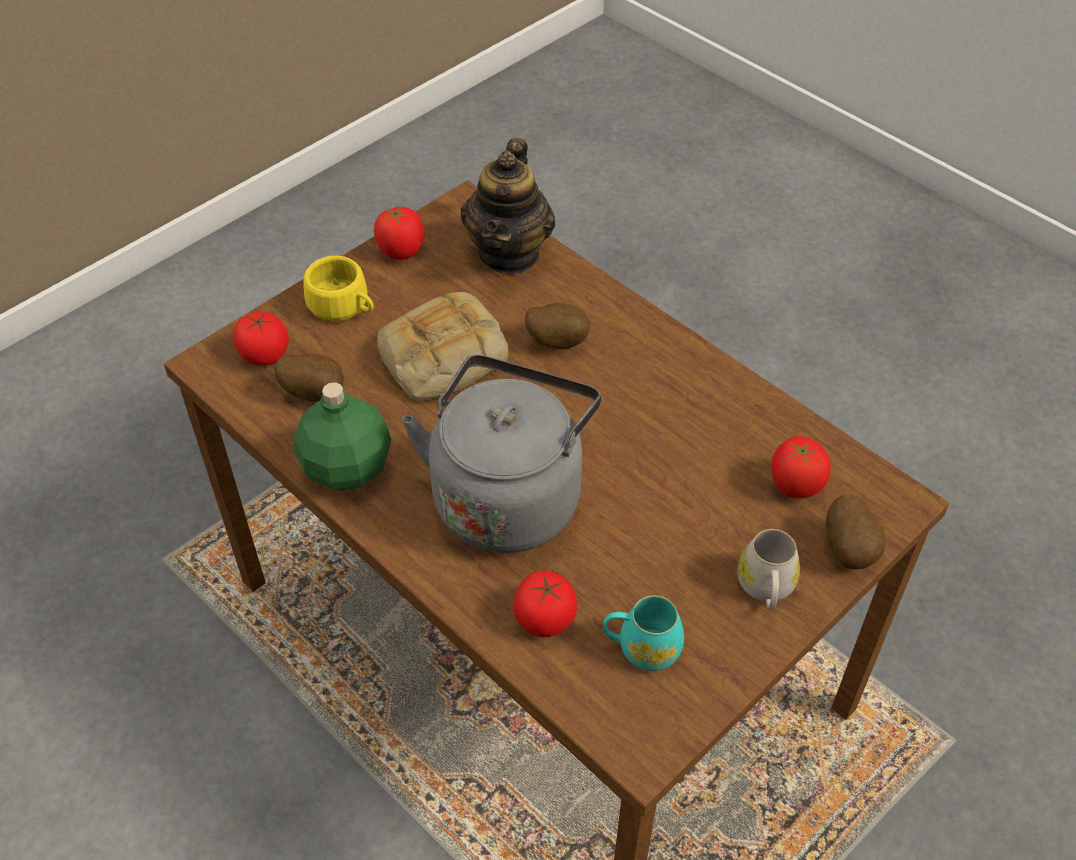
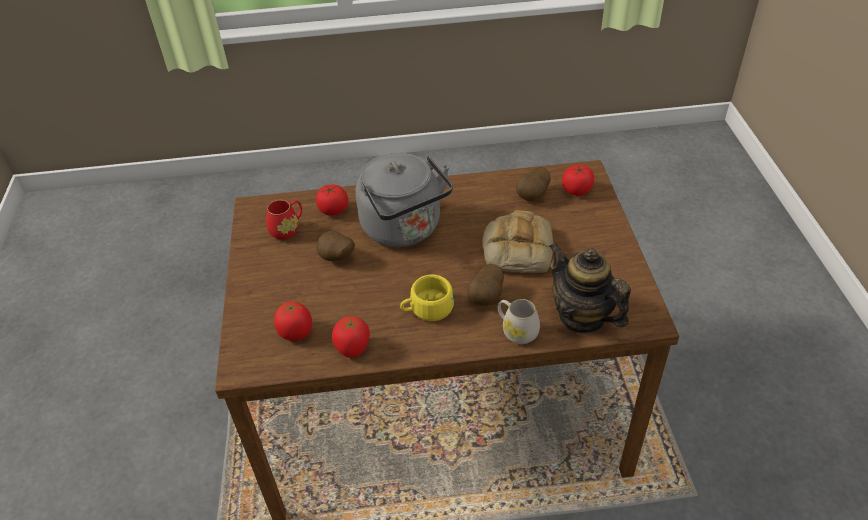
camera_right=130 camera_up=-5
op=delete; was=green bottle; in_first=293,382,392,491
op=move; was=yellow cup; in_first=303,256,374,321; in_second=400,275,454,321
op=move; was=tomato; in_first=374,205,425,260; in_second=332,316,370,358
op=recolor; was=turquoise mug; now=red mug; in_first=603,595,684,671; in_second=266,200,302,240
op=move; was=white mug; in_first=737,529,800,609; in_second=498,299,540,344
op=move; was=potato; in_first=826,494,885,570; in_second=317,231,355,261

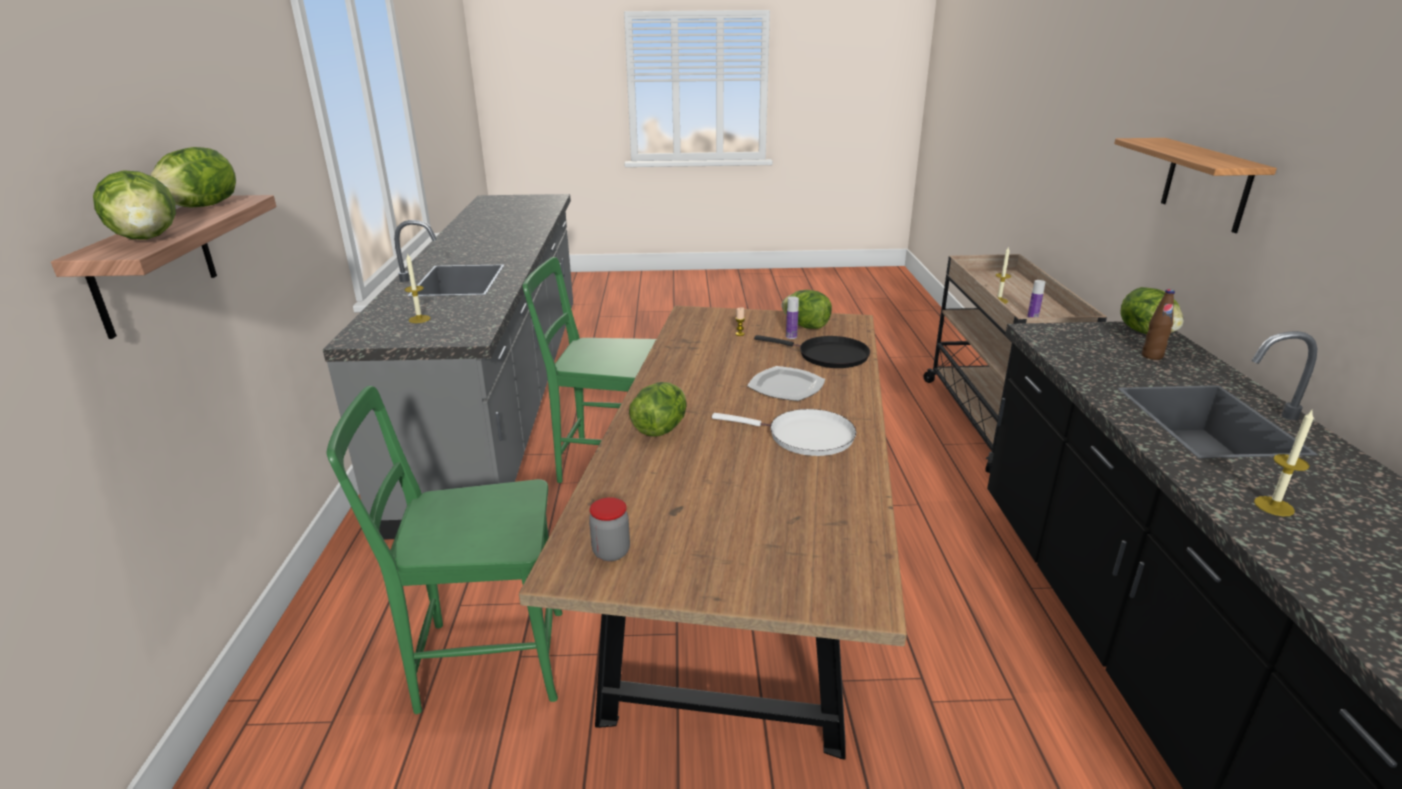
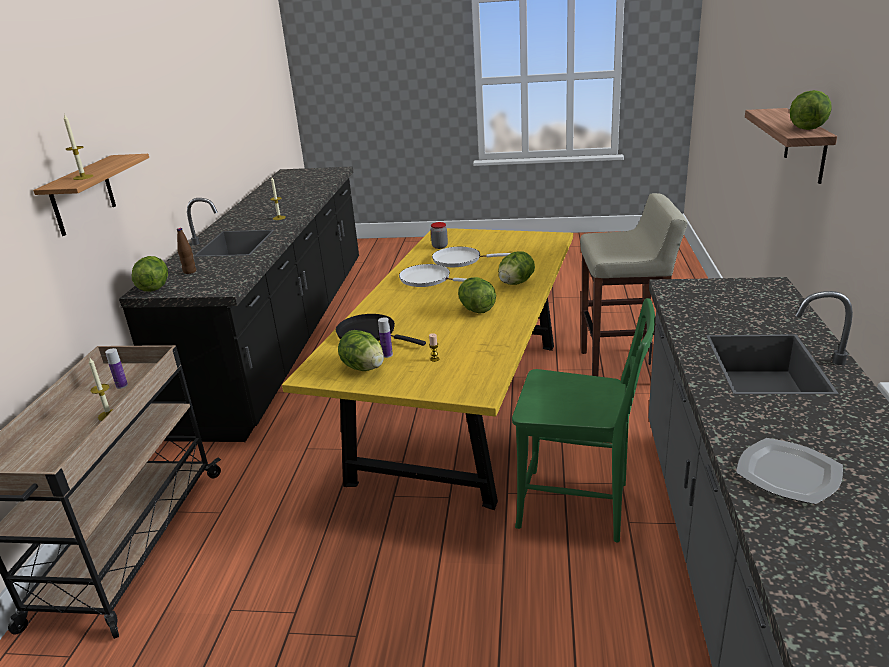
camera_right=-170 camera_up=0
op=move; was=lettuce; in_first=93,170,176,240; in_second=458,277,496,314
op=replace; was=green chair; now=beige stool; in_first=327,386,562,714; in_second=580,193,687,376
op=move; was=candle; in_first=405,254,431,323; in_second=64,114,93,180
op=recolor; was=brown dining table; now=yellow dining table; in_first=519,306,907,760; in_second=282,228,573,510
op=move; was=jar; in_first=589,497,630,561; in_second=431,222,448,249
op=move; was=plate; in_first=747,366,825,401; in_second=736,438,843,504
op=insert; now=white frying pan; in_second=432,247,511,267

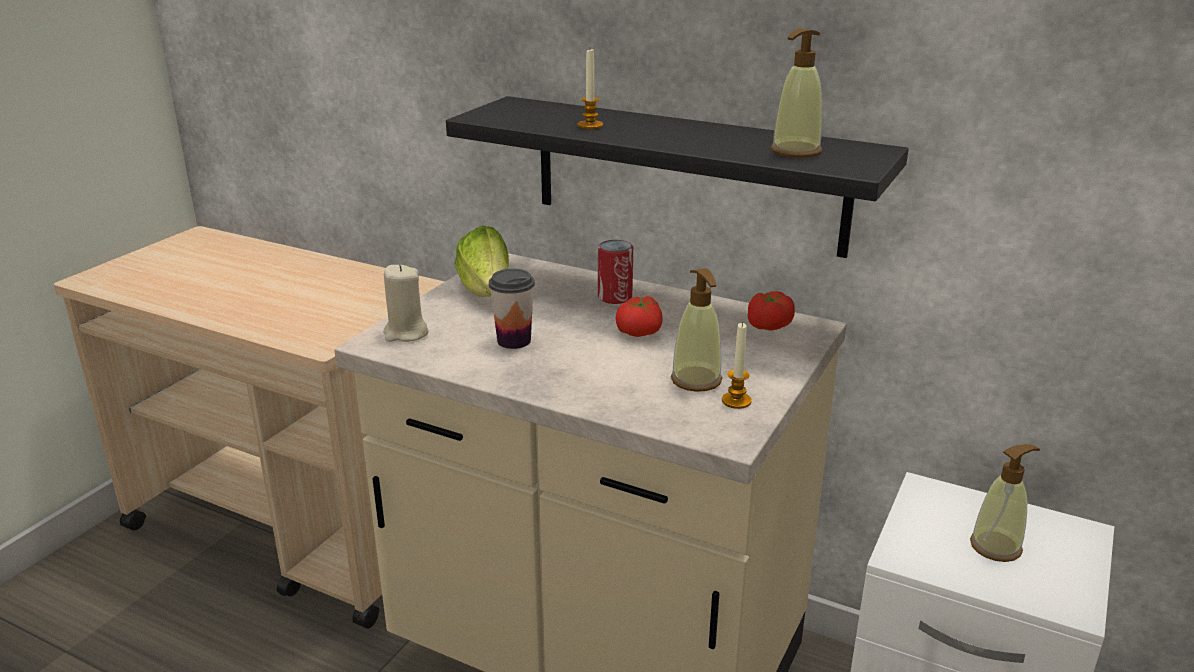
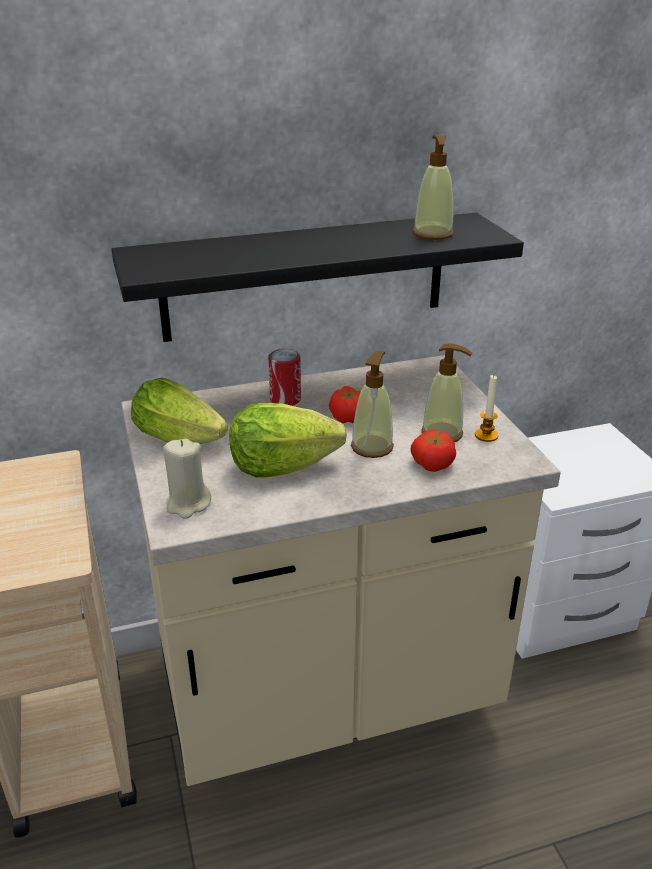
camera_right=-45 camera_up=5
op=replace; was=cup; now=lettuce; in_first=489,269,535,349; in_second=229,403,347,478
op=delete; was=candle; in_first=578,49,603,129
op=move; was=tomato; in_first=748,291,795,331; in_second=411,430,456,472
op=move; was=soap dispenser; in_first=970,444,1040,562; in_second=351,351,394,458

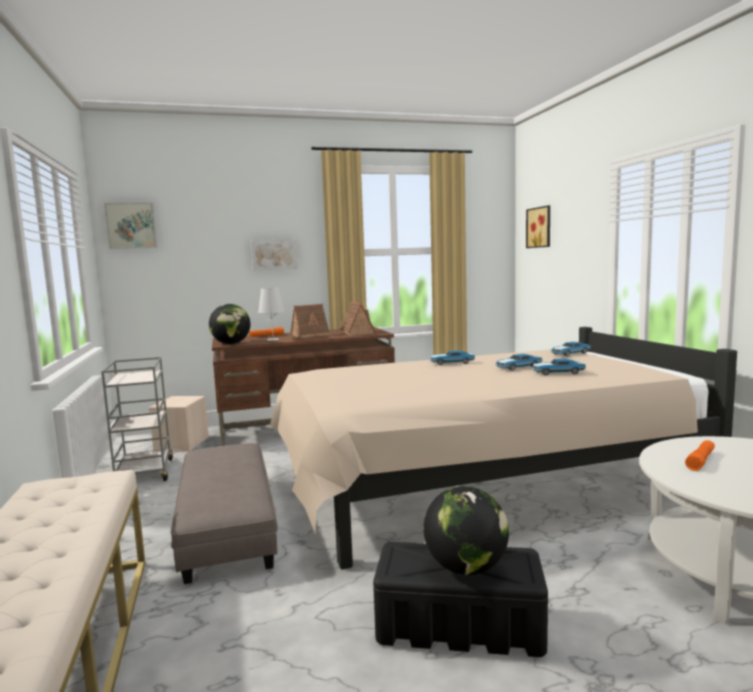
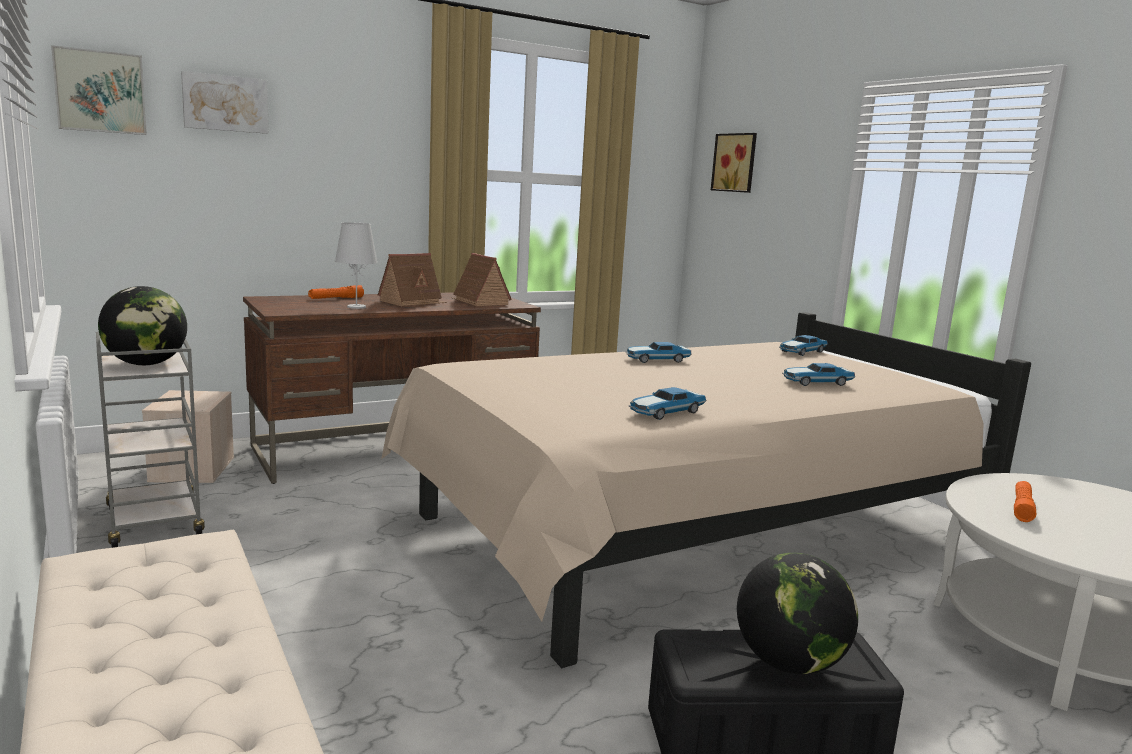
camera_right=-15 camera_up=5
op=delete; was=grey ottoman; in_first=171,443,278,584
op=move; was=globe; in_first=209,304,250,344; in_second=98,286,187,365
op=move; was=picture; in_first=251,239,298,270; in_second=181,71,269,134
op=move; was=toy car; in_first=495,354,543,371; in_second=628,387,706,420

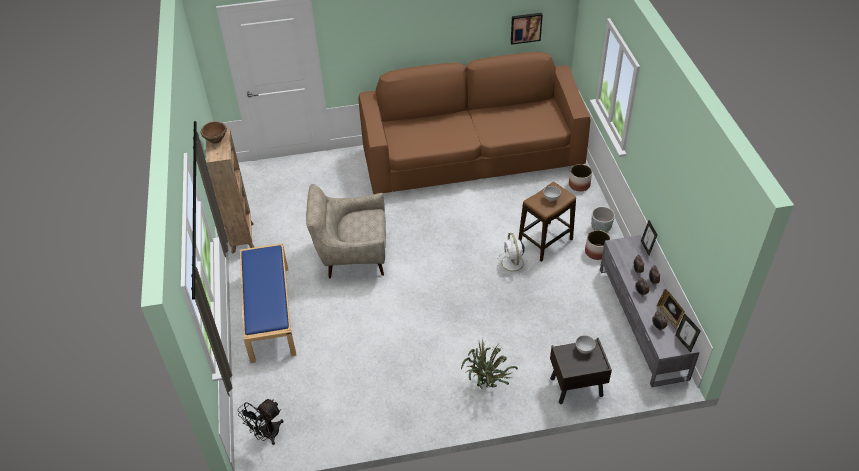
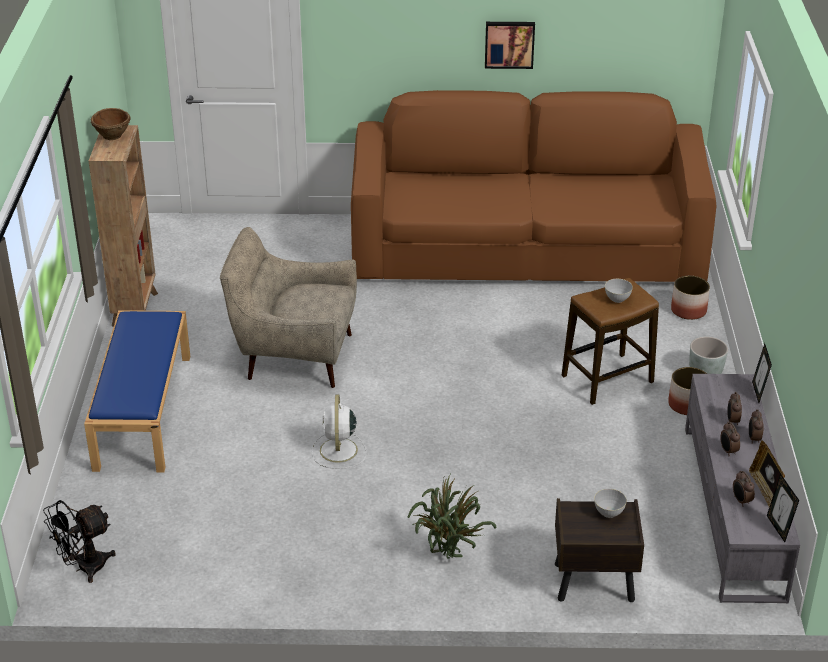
camera_right=10 camera_up=-10
op=move; was=white fan; in_first=497,233,530,276; in_second=312,394,366,469
op=move; was=picture; in_first=511,13,543,44; in_second=485,22,535,69

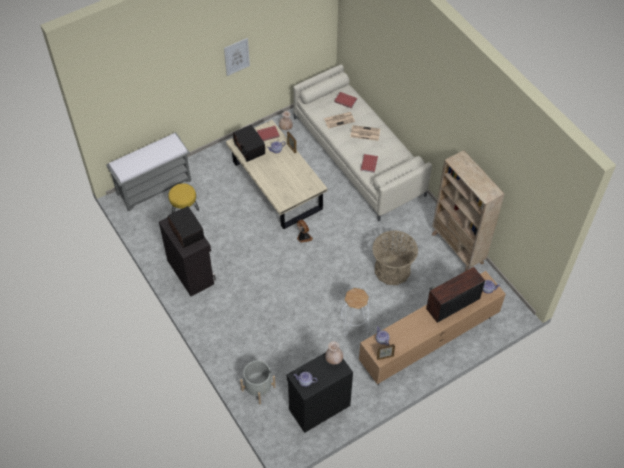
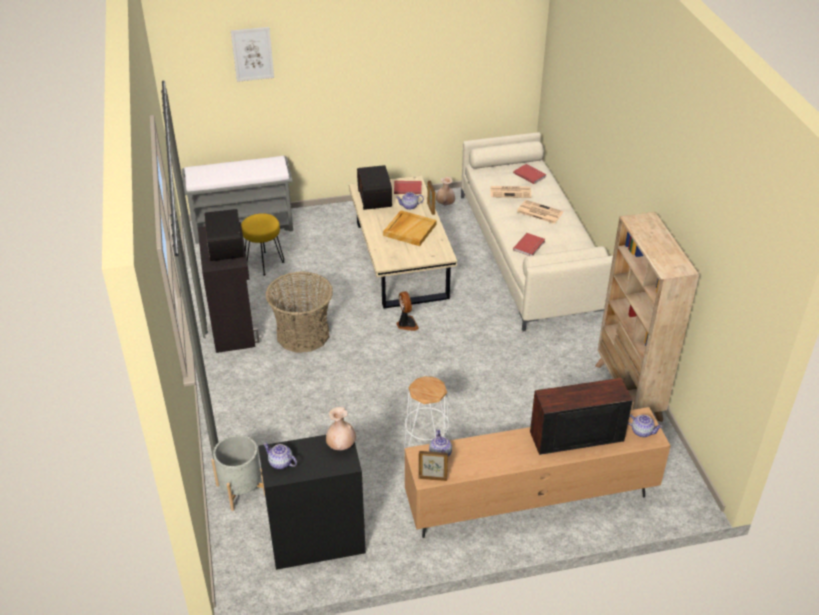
camera_right=20 camera_up=-15
op=move; was=picture; in_first=224,38,250,76; in_second=231,27,274,82
op=move; was=basket; in_first=372,231,418,285; in_second=266,271,333,353
op=insert; now=beige tray; in_second=383,210,437,246

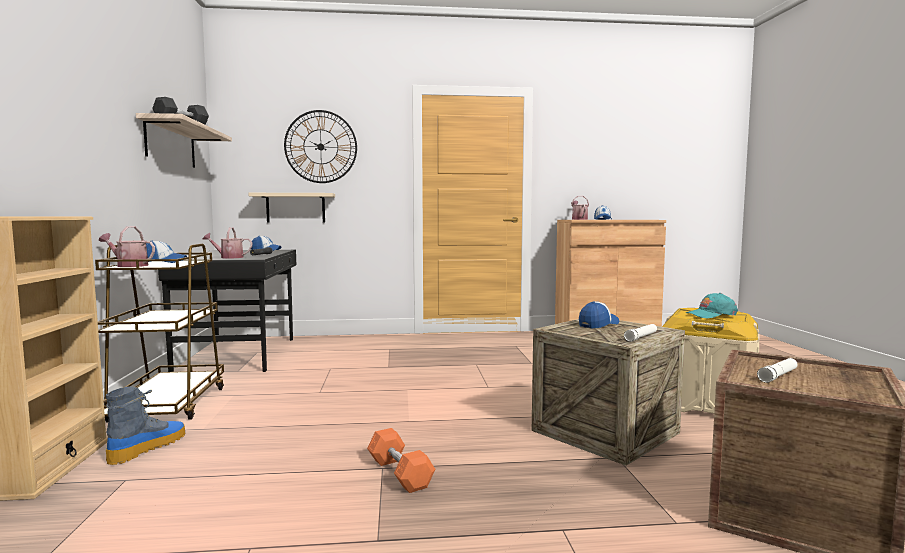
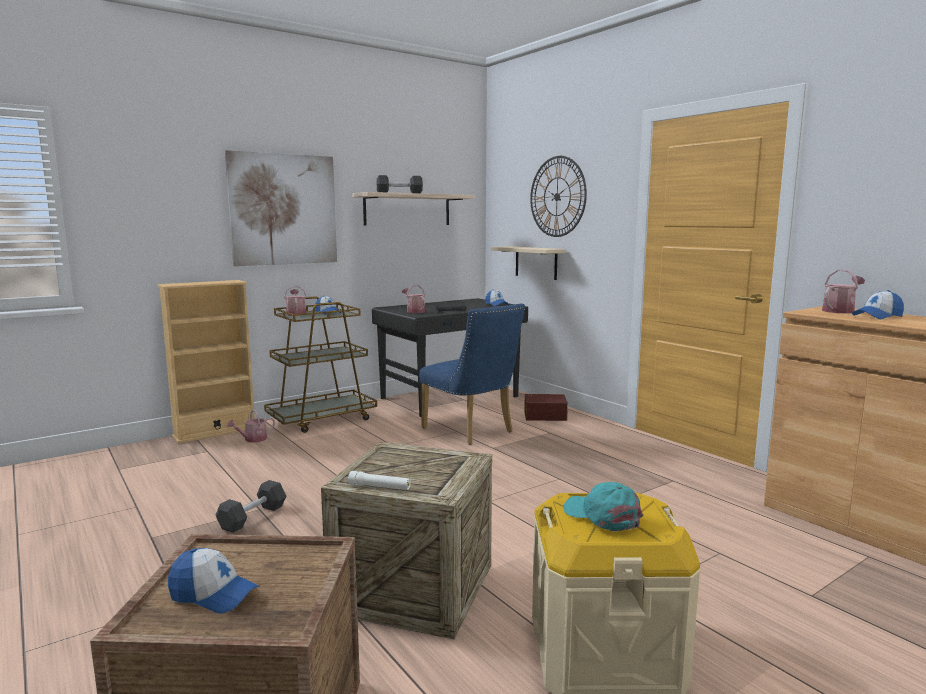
camera_right=60 camera_up=5
op=replace; was=boot; now=watering can; in_first=106,386,185,465; in_second=227,409,275,443
op=recolor; was=orange dumbbell; now=grey dumbbell; in_first=367,428,435,493; in_second=216,480,286,533
op=move; was=cap; in_first=579,301,619,328; in_second=168,548,259,614
op=delete; was=white flashlight; in_first=757,358,798,383
op=insert; now=picture; in_second=225,150,337,266
op=insert; now=blue chair; in_second=419,303,525,445
op=insert; now=brown storage box; in_second=524,394,568,421

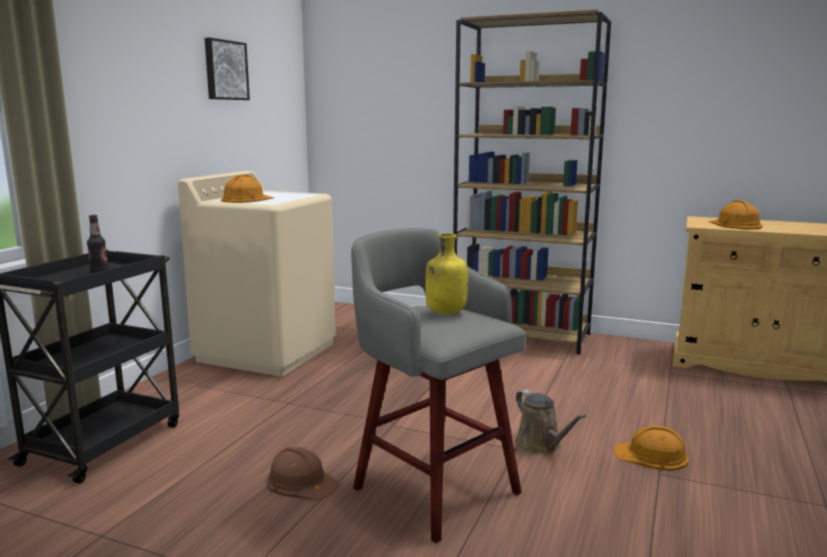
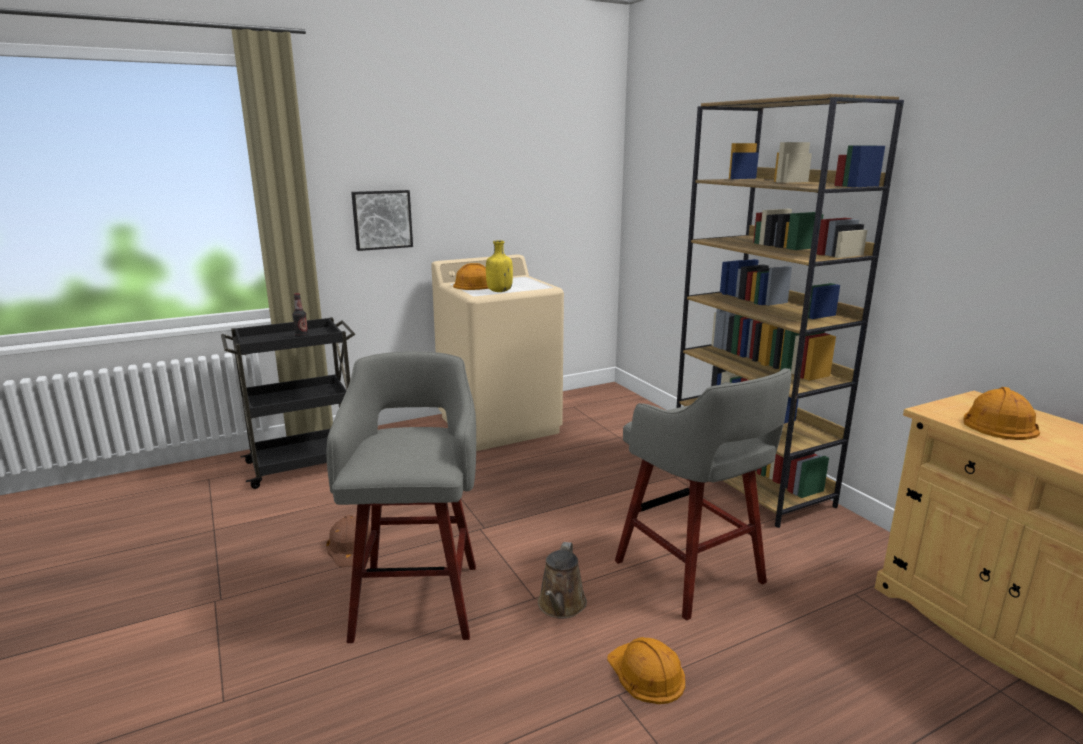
camera_right=40 camera_up=5
op=move; was=picture; in_first=205,38,250,100; in_second=351,190,413,251
op=move; was=yellow bottle; in_first=425,233,468,314; in_second=486,240,513,292
op=insert; now=grey stool; in_second=615,368,791,620

